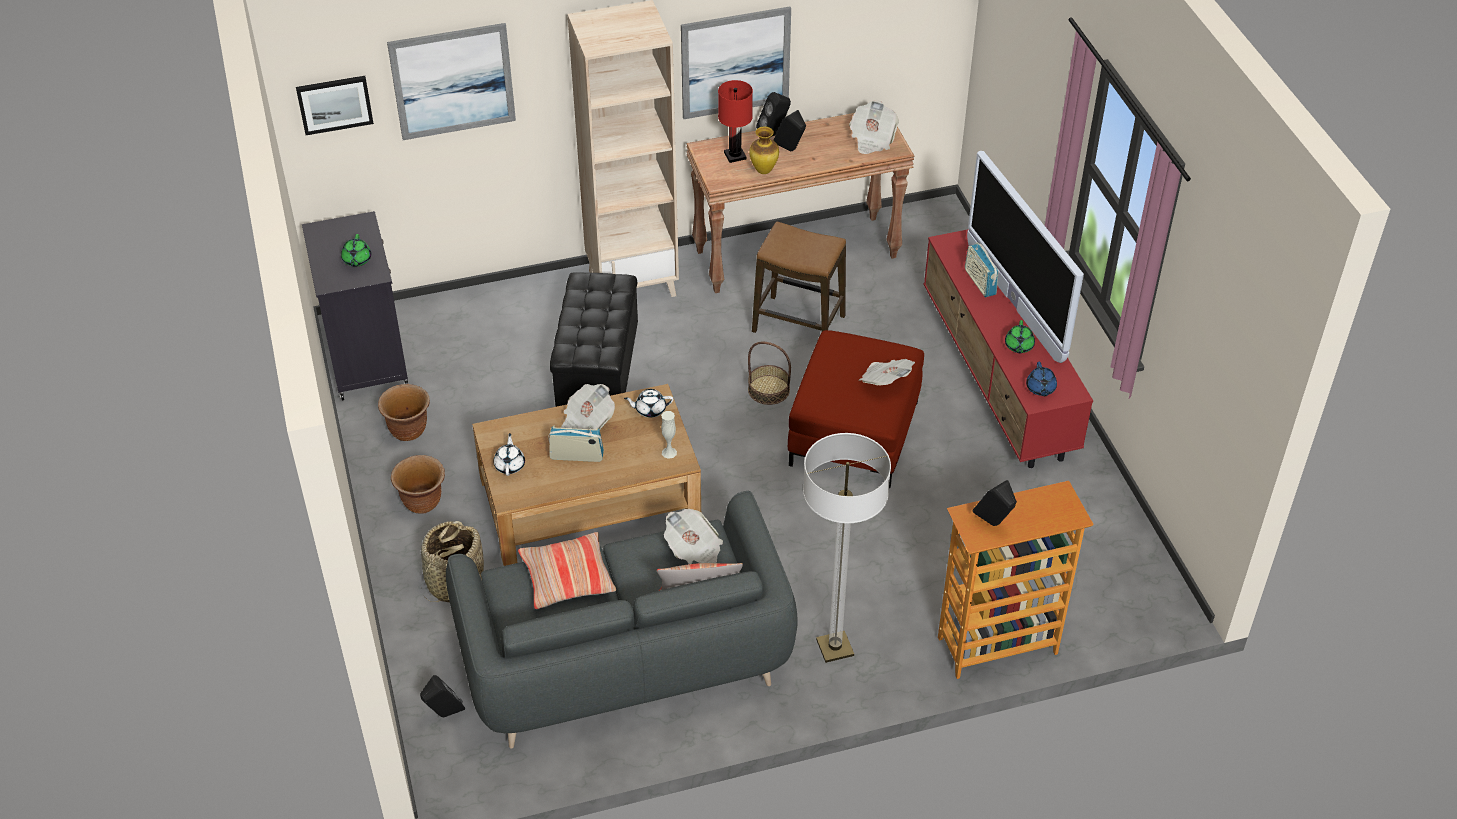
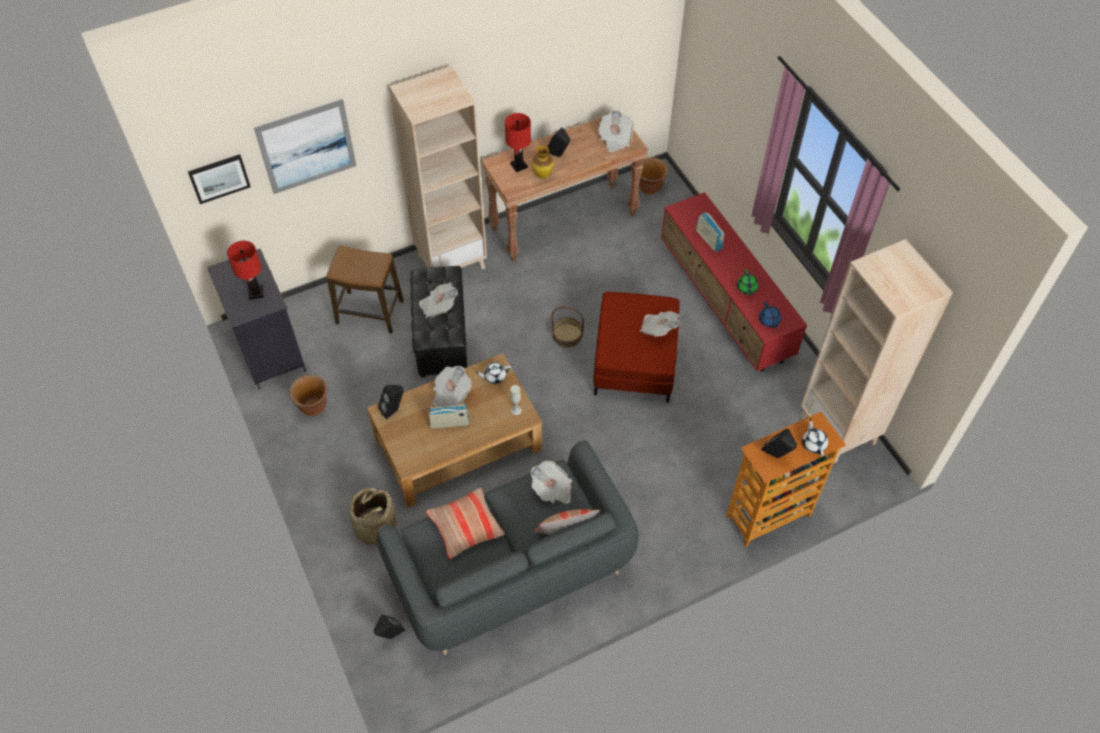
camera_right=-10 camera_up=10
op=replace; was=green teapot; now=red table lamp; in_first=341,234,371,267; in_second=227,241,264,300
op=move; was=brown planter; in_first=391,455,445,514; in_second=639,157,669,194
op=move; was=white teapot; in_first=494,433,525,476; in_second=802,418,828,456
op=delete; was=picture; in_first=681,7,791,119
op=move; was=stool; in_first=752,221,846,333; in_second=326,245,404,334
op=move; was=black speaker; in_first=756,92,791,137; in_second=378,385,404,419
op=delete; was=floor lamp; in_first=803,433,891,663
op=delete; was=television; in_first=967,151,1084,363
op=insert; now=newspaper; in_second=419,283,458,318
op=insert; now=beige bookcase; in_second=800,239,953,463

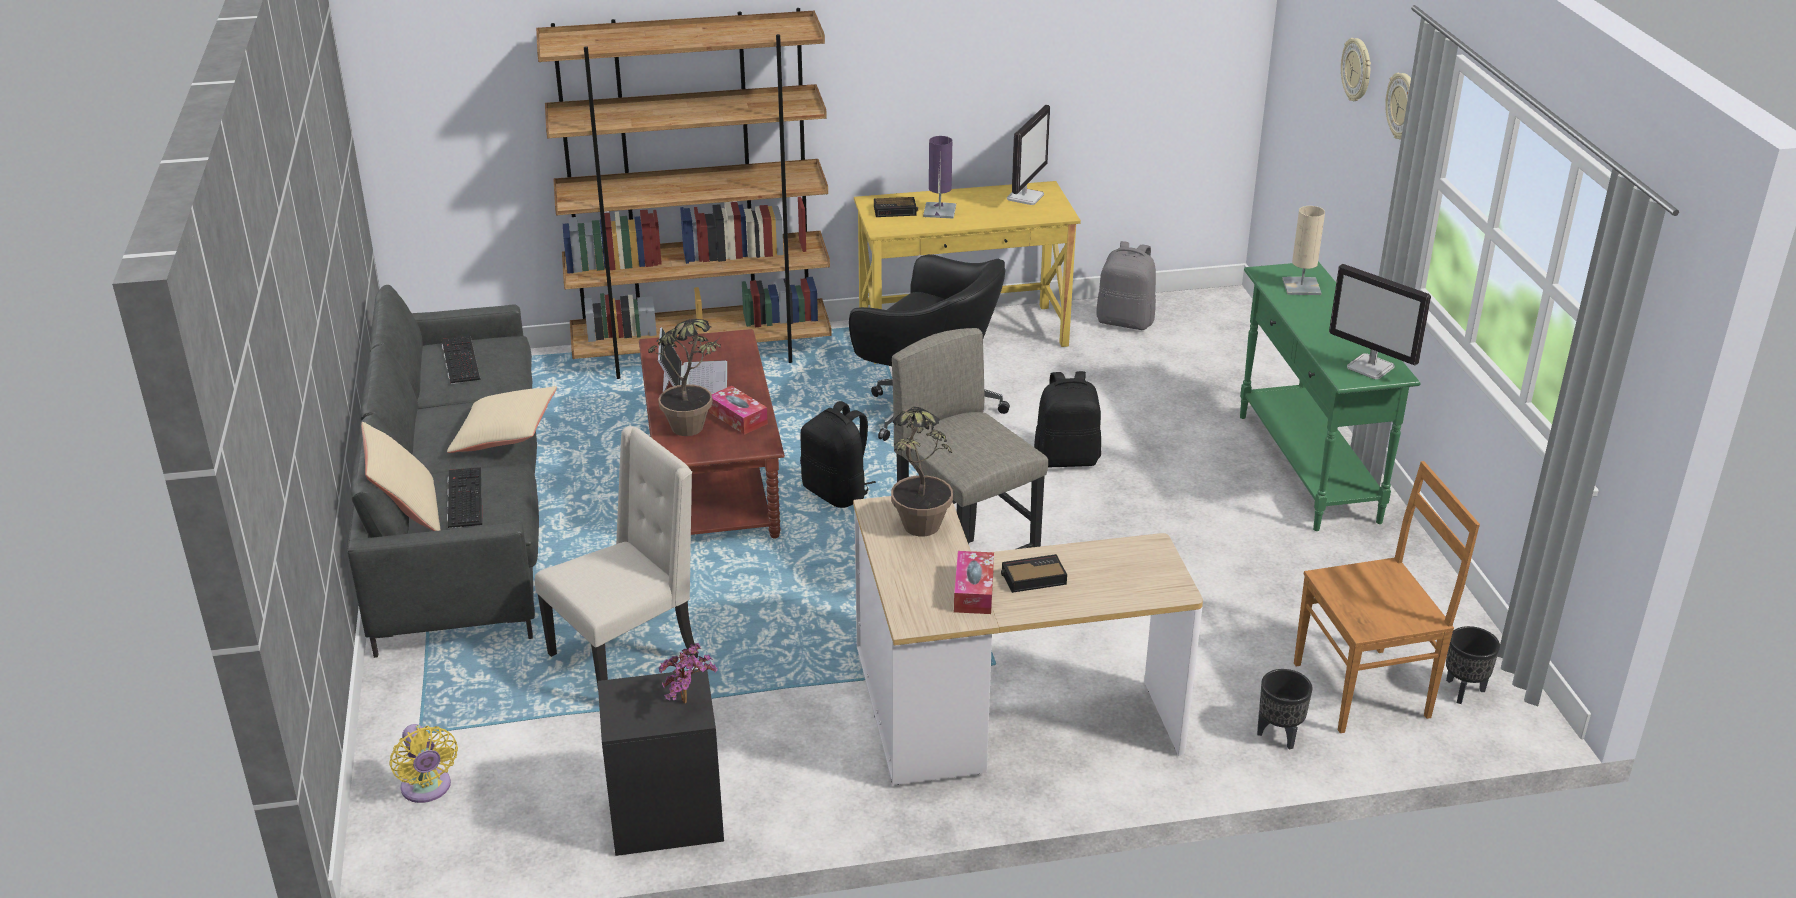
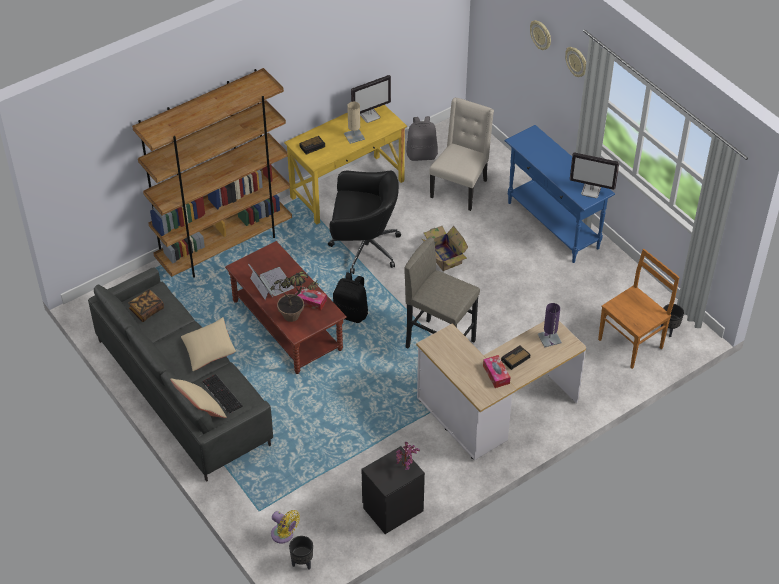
camera_right=-25 camera_up=15
op=replace; was=keyboard; now=book; in_first=442,336,481,384; in_second=128,289,164,322
op=move; was=beige chair; in_first=535,426,698,686; in_second=429,98,494,211
op=delete; was=potted plant; in_first=891,407,953,536
op=move; was=purple table lamp; in_first=923,136,956,219; in_second=538,303,562,347
op=rotate; was=monitor; in_first=1007,105,1050,205; in_second=351,75,391,123; clockwise=60
op=replace; was=black backpack; now=cardboard box; in_first=1034,371,1101,467; in_second=421,226,468,271
op=recolor; was=green console table; now=blue console table; in_first=1240,261,1421,531; in_second=504,125,615,263
op=move; was=black planter; in_first=1257,669,1312,750; in_second=289,536,313,570
op=move; was=beige table lamp; in_first=1282,206,1325,295; in_second=344,102,365,144

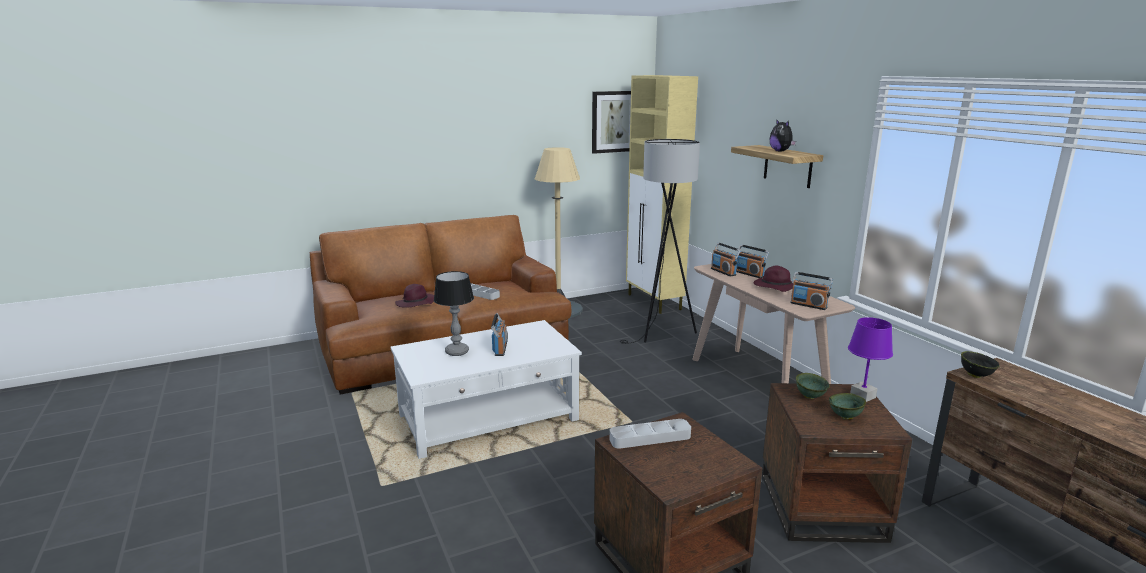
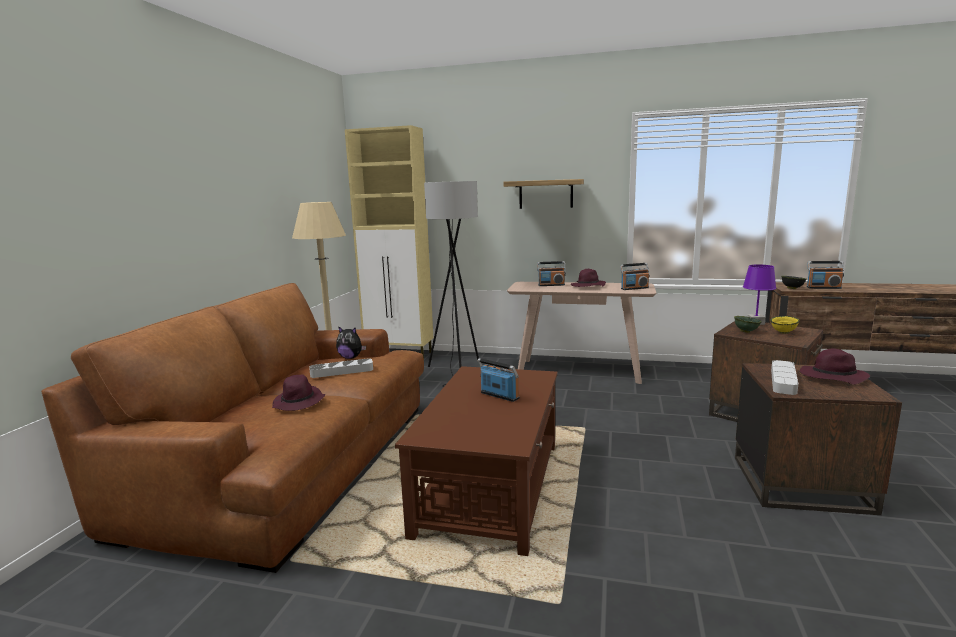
camera_right=-50 camera_up=-5
op=recolor; was=white coffee table; now=brown coffee table; in_first=391,320,582,459; in_second=395,366,558,556
op=delete; was=table lamp; in_first=434,271,474,356
op=delete; was=picture; in_first=592,91,631,154
op=move; was=radio; in_first=711,242,741,277; in_second=807,261,844,289
op=move; was=plush toy; in_first=770,119,796,152; in_second=336,326,366,359
op=recolor; was=green bowl; now=yellow bowl; in_first=829,393,866,420; in_second=770,316,799,334
op=insert; now=purple hat; in_second=800,348,870,385

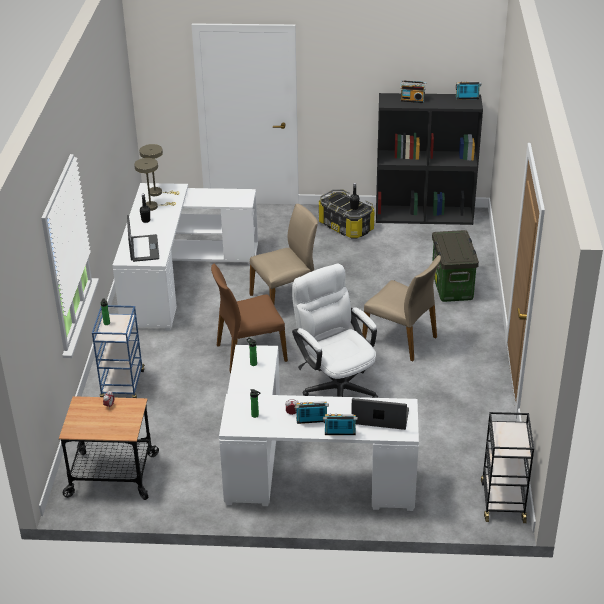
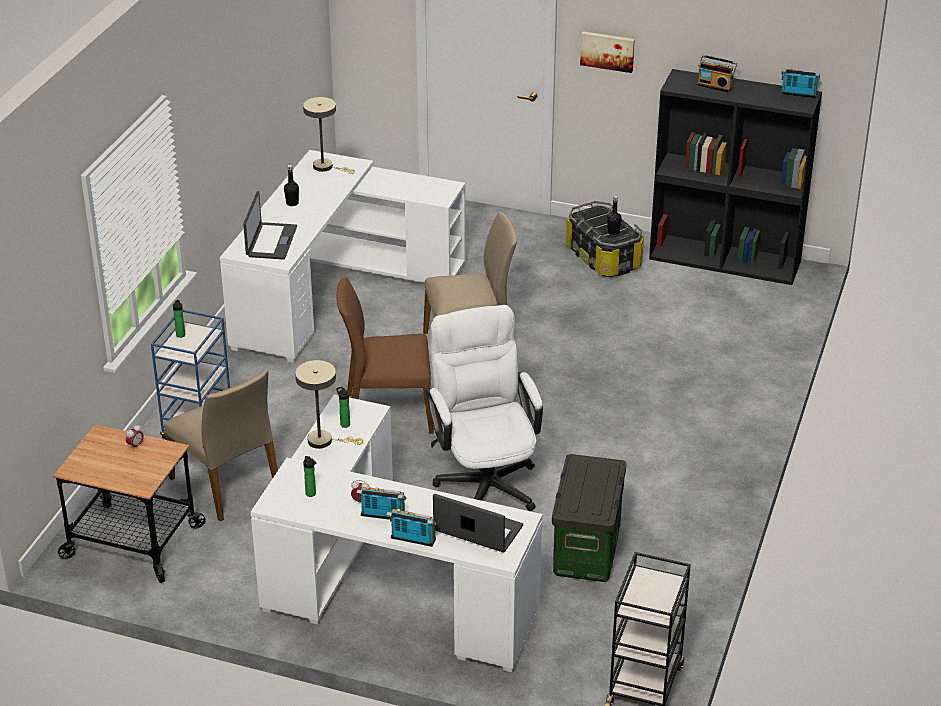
camera_right=15 camera_up=0
op=move; was=beige table lamp; in_first=134,158,176,211; in_second=295,360,363,449
op=move; was=beige chair; in_first=362,255,441,361; in_second=164,369,278,521
op=move; was=storage box; in_first=432,230,479,302; in_second=552,454,626,582
op=insert; now=picture; in_second=580,31,635,73

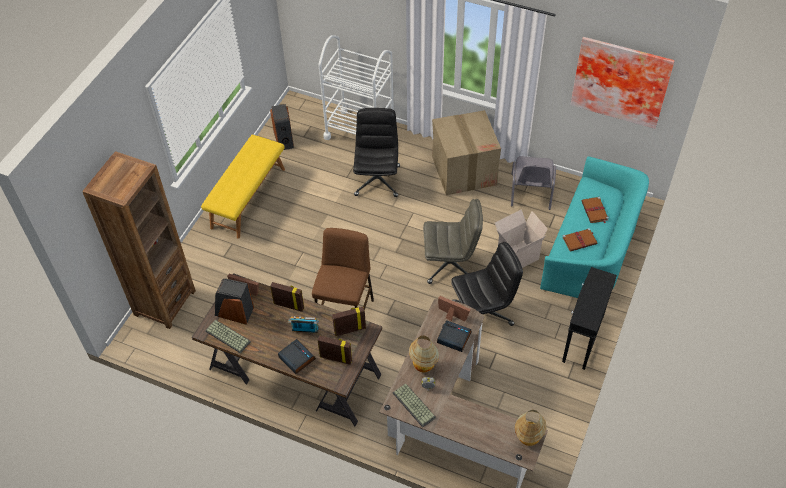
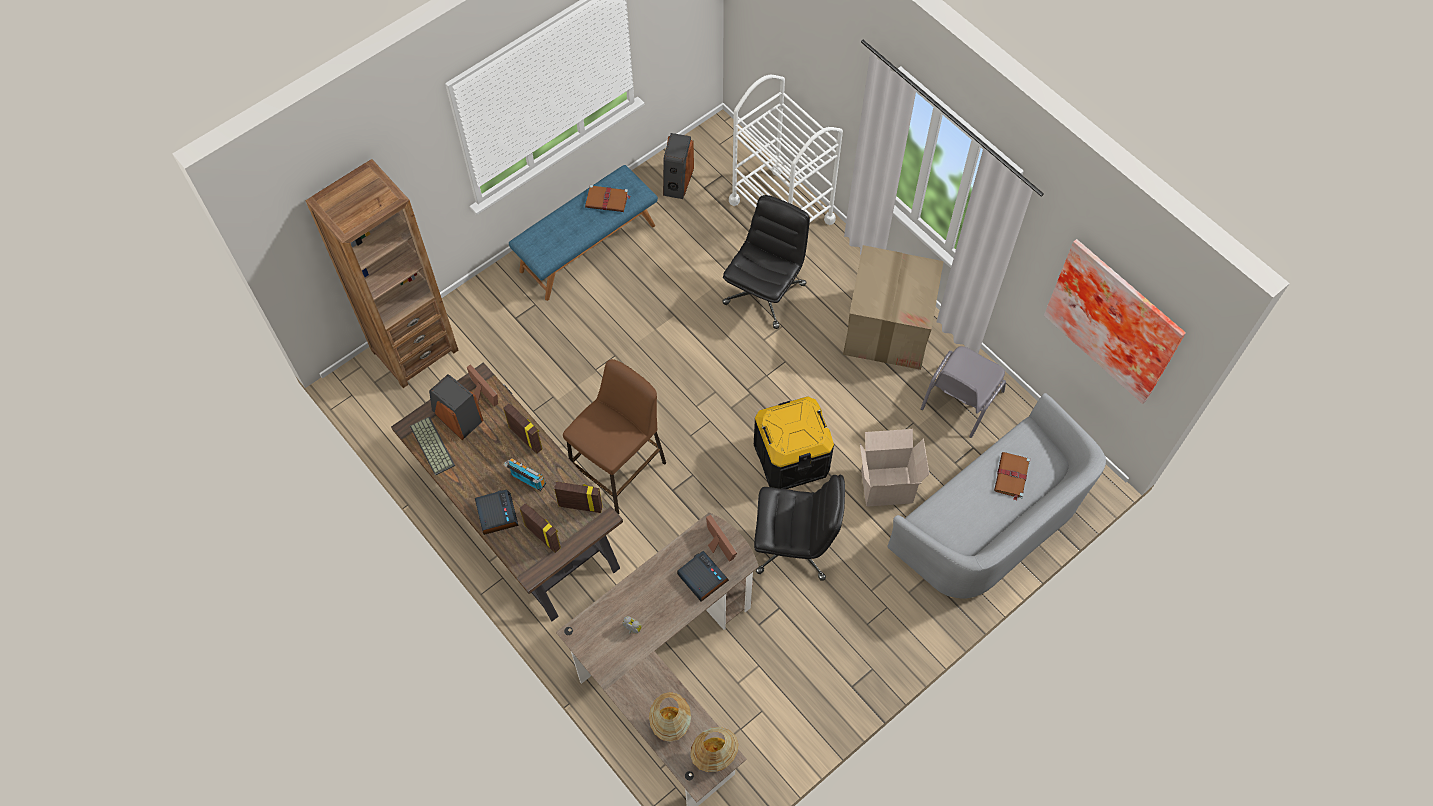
camera_right=25 camera_up=10
op=recolor; was=yellow bench; now=blue bench; in_first=201,135,285,239; in_second=509,165,658,301
op=delete; was=keyboard; in_first=393,384,436,428
op=move; was=table lamp; in_first=409,336,439,372; in_second=649,692,691,742
op=replace; was=grey office chair; now=black storage box; in_first=423,199,483,284; in_second=754,396,834,489
op=recolor; was=turquoise sofa; now=grey sofa; in_first=540,156,649,298; in_second=888,393,1106,599
op=move; was=brown book; in_first=562,228,598,252; in_second=585,185,631,212
op=delete; was=black side table; in_first=562,267,617,370

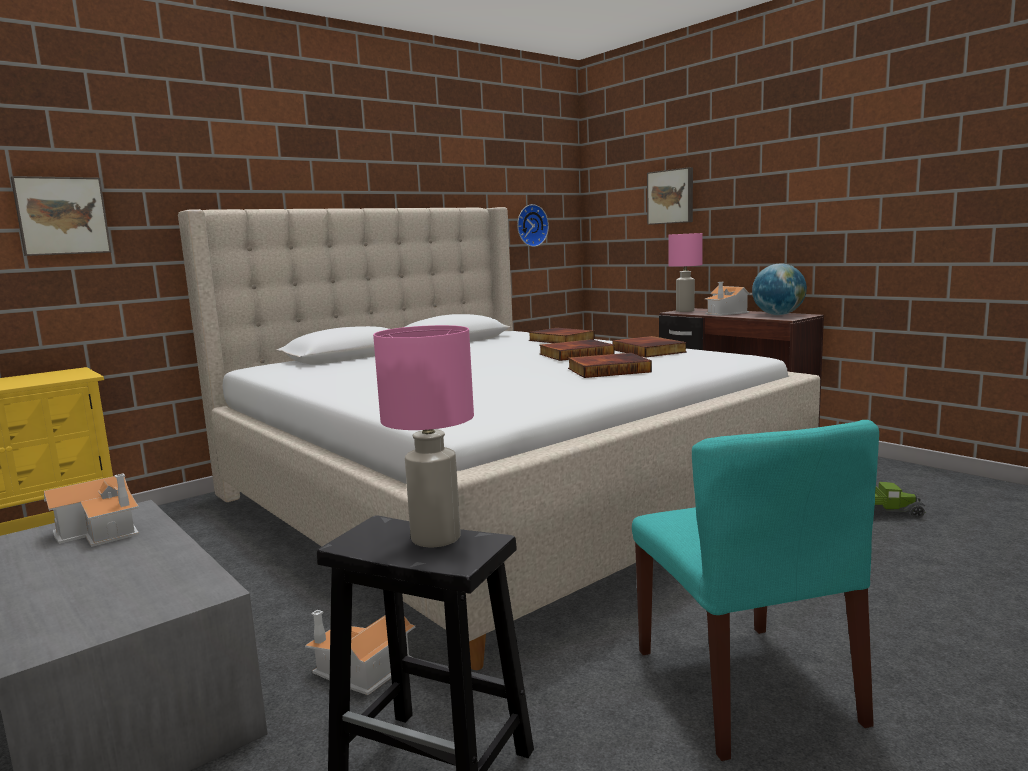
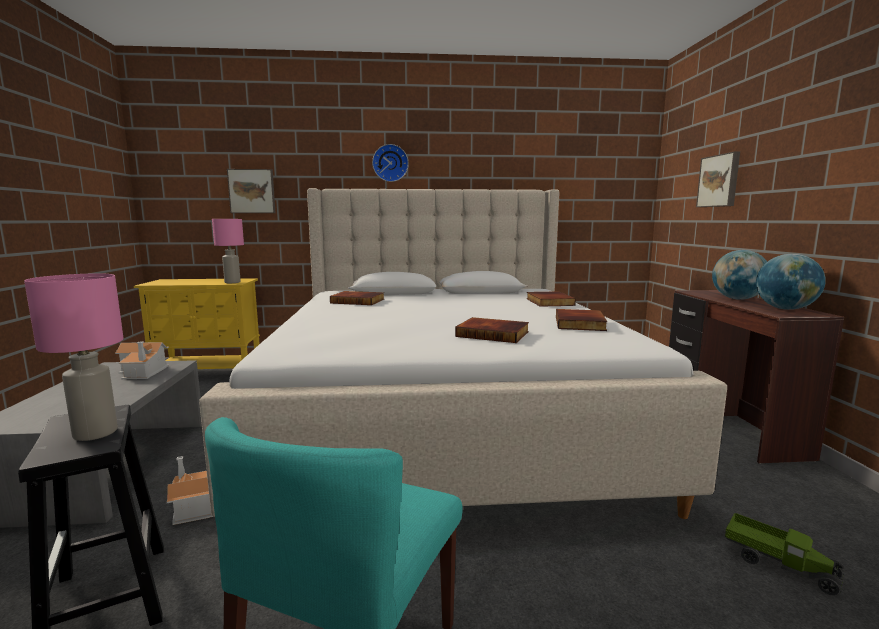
camera_right=35 camera_up=0
op=move; was=wall clock; in_first=517,204,549,247; in_second=372,144,409,182
op=move; was=book; in_first=540,339,614,361; in_second=330,291,384,305
op=move; was=pink table lamp; in_first=668,233,703,312; in_second=212,219,244,283
op=replace; was=toy house; now=globe; in_first=704,282,752,316; in_second=712,250,767,300

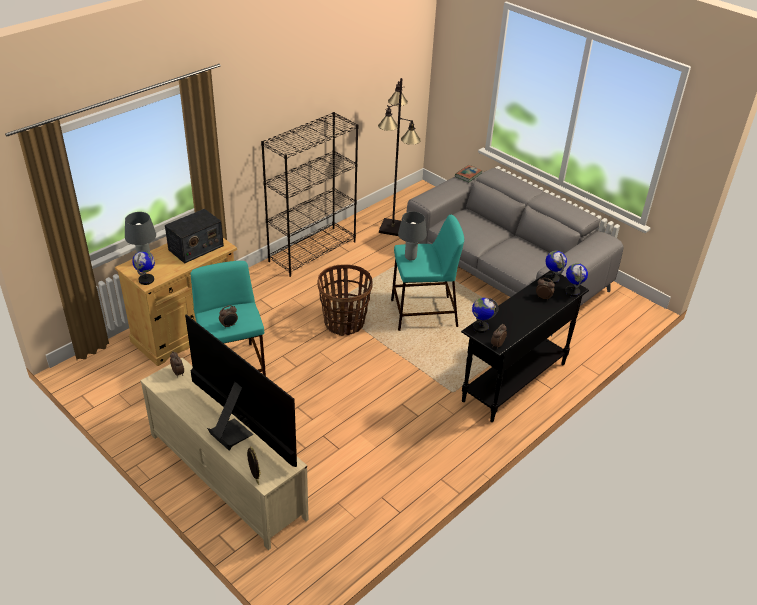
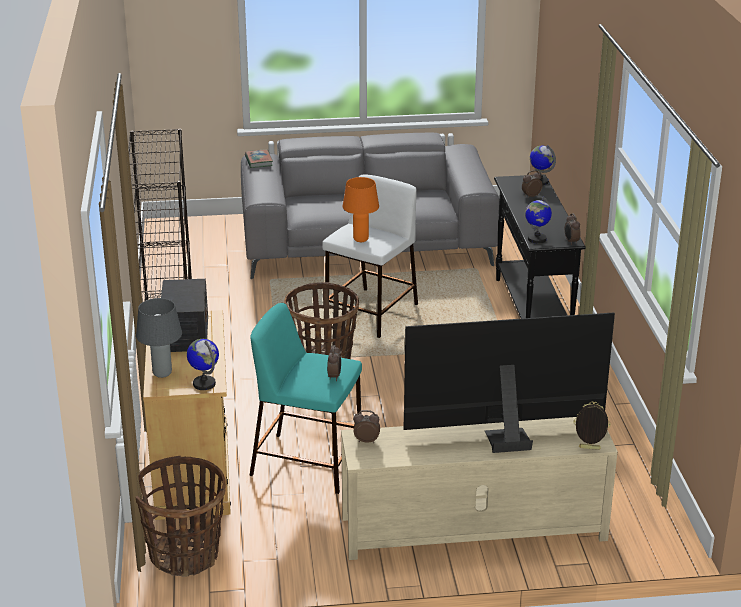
camera_right=-50 camera_up=-10
op=delete; was=black floor lamp; in_first=378,78,421,236
op=recolor; was=turquoise stool; now=white stool; in_first=391,215,464,331; in_second=322,174,418,338
op=recolor; was=grey table lamp; now=orange table lamp; in_first=398,211,427,261; in_second=343,177,379,242
op=delete; was=globe; in_first=545,251,567,284
op=insert; now=basket; in_second=135,456,226,577

